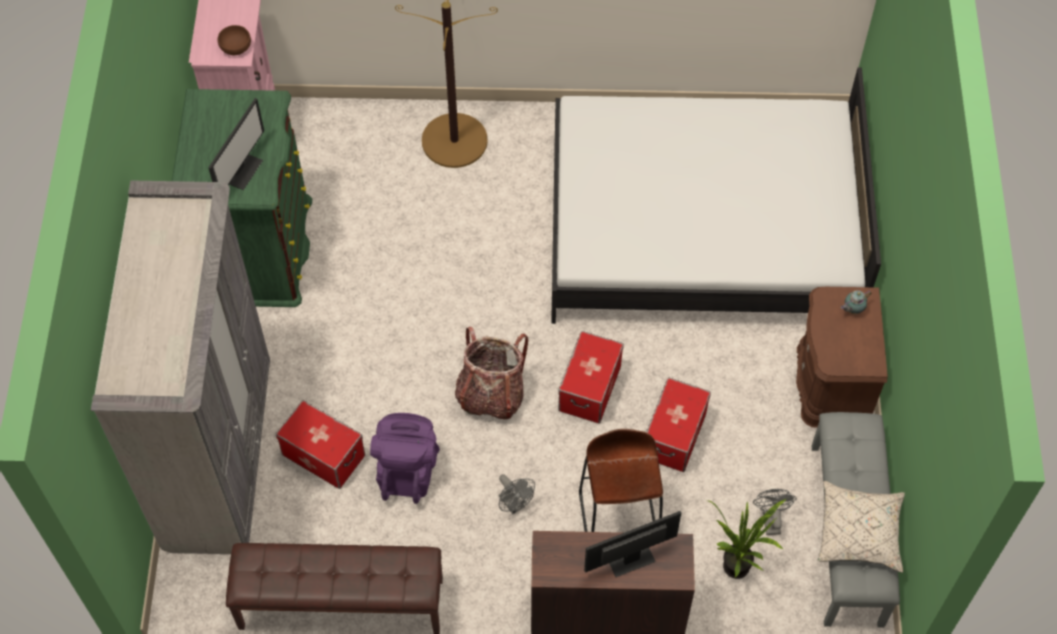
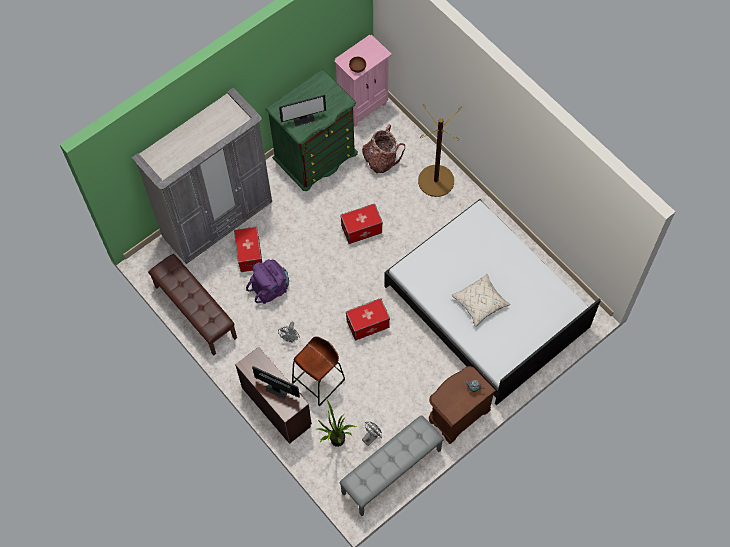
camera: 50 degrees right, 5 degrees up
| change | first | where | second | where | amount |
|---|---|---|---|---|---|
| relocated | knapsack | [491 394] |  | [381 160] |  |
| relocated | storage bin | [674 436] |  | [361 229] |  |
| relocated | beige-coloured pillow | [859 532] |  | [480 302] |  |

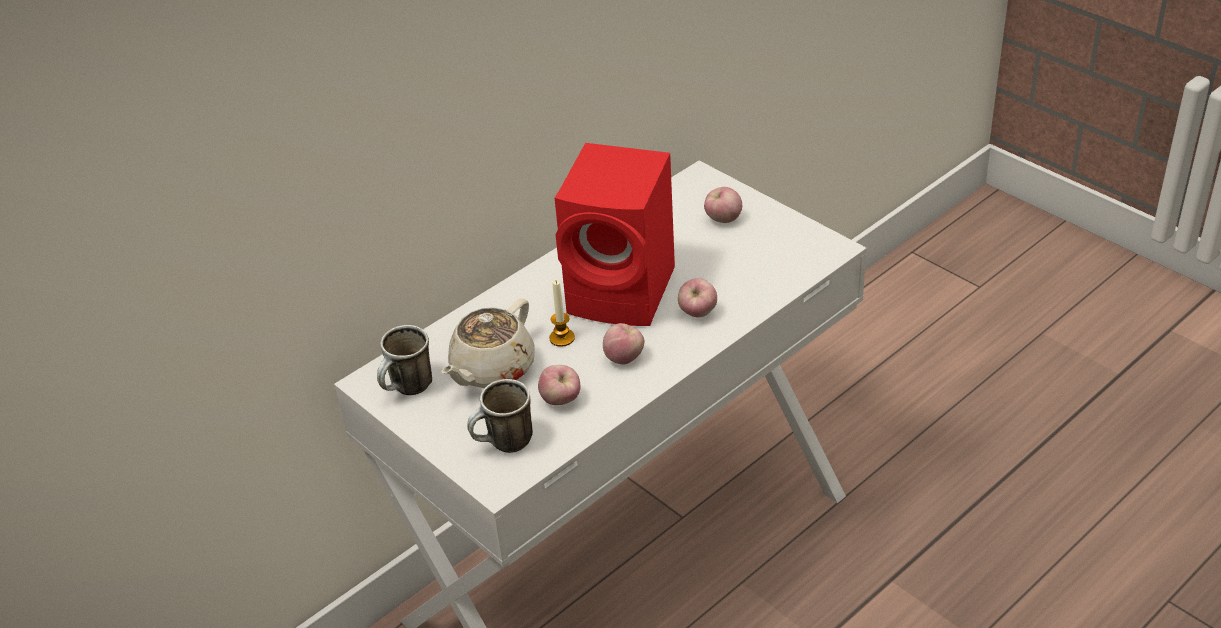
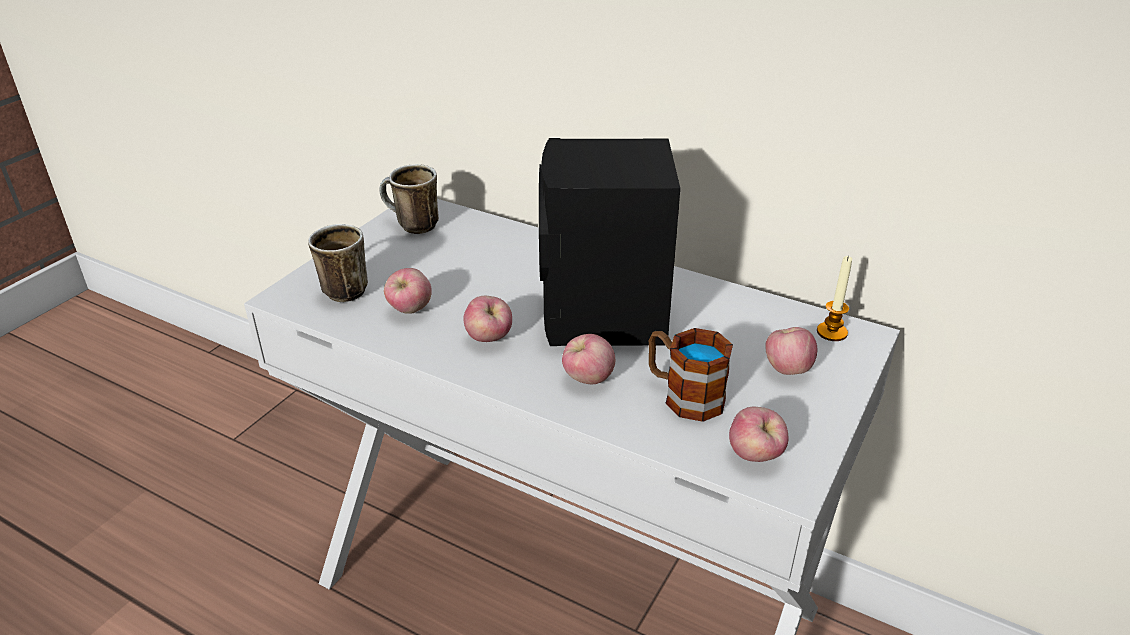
camera: 70 degrees right, 5 degrees down
| change | first | where | second | where | amount |
|---|---|---|---|---|---|
| missing | beige-coloured teapot | [491 370] |  |  |  |
| relocated | wax candle | [562 338] |  | [831 332] |  |
| colour | red loudspeaker | [625 292] | black loudspeaker | [604 319] |  |
| appeared |  |  | mug | [683 395] |  |
| appeared |  |  | apple fruit | [755 456] |  |

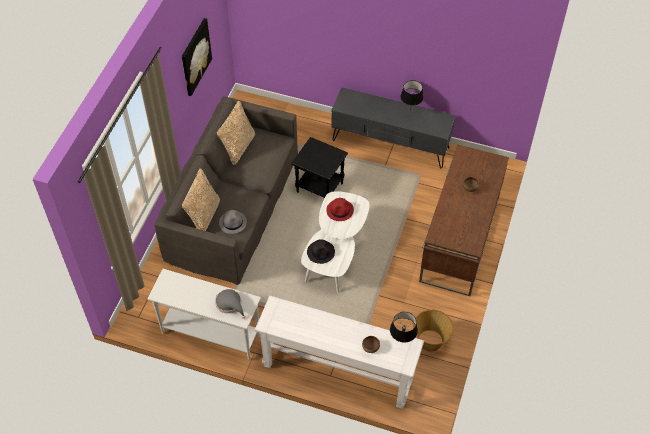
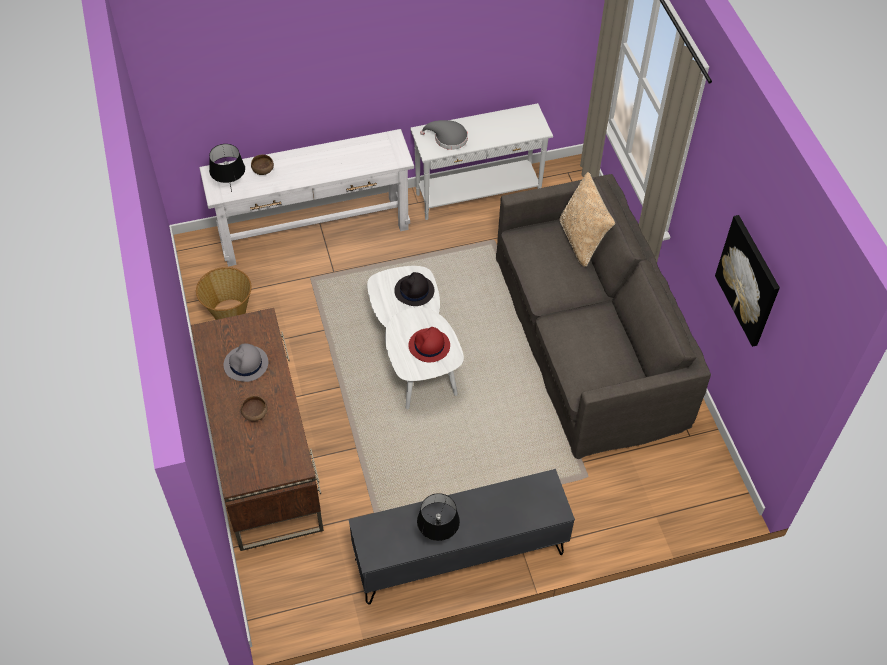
camera: 145 degrees right, 0 degrees up
| change | first | where | second | where | amount |
|---|---|---|---|---|---|
| missing | beige-coloured pillow | [238 147] |  |  |  |
| relocated | gray wearable hat | [233 222] |  | [246 364] |  |
| missing | black end table | [320 187] |  |  |  |

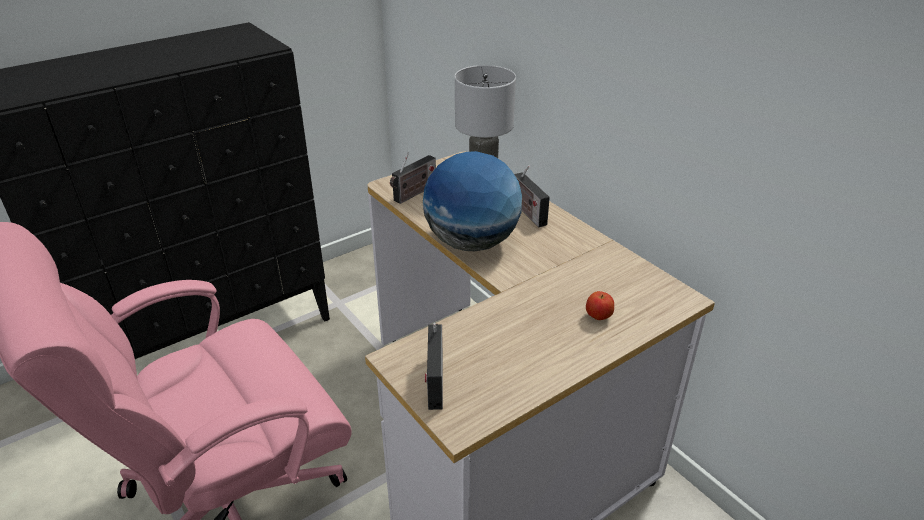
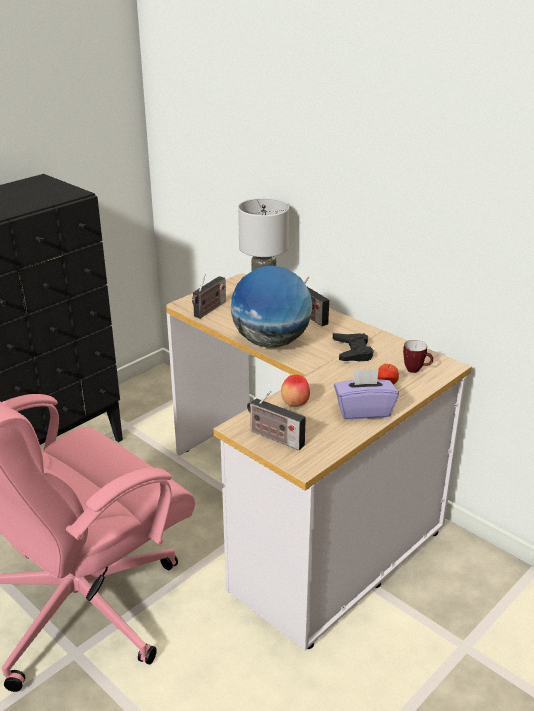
camera: 10 degrees left, 5 degrees down
| change | first | where | second | where | amount |
|---|---|---|---|---|---|
| spun | radio set | [434 379] |  | [274 437] | 45 degrees counterclockwise |
| appeared |  |  | apple fruit | [295 404] |  |
| appeared |  |  | black gamepad | [352 351] |  |
| appeared |  |  | purplish box of tissues | [363 410] |  |
| appeared |  |  | mug | [416 370] |  |

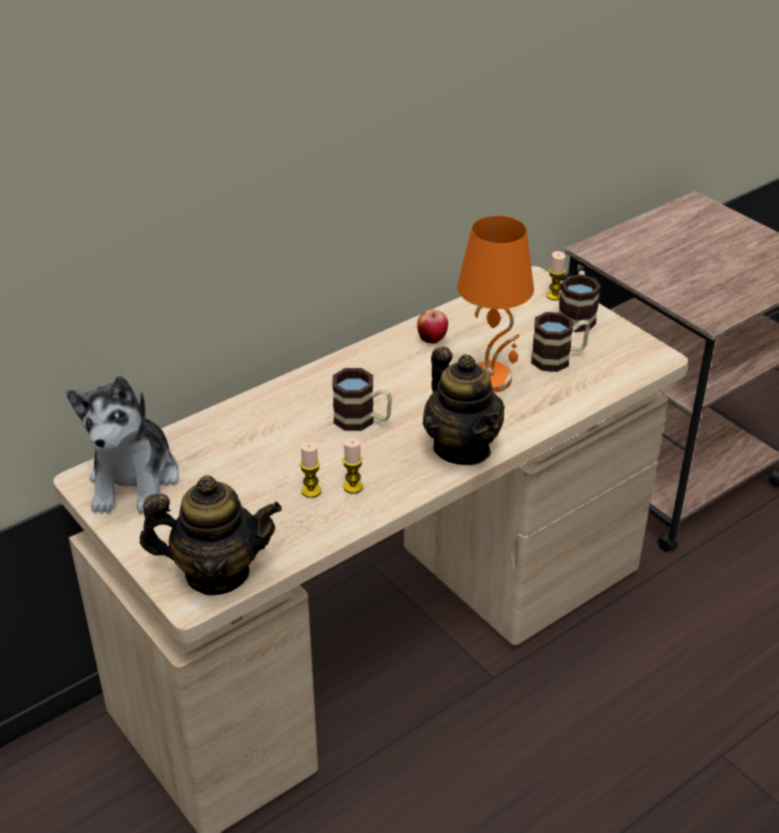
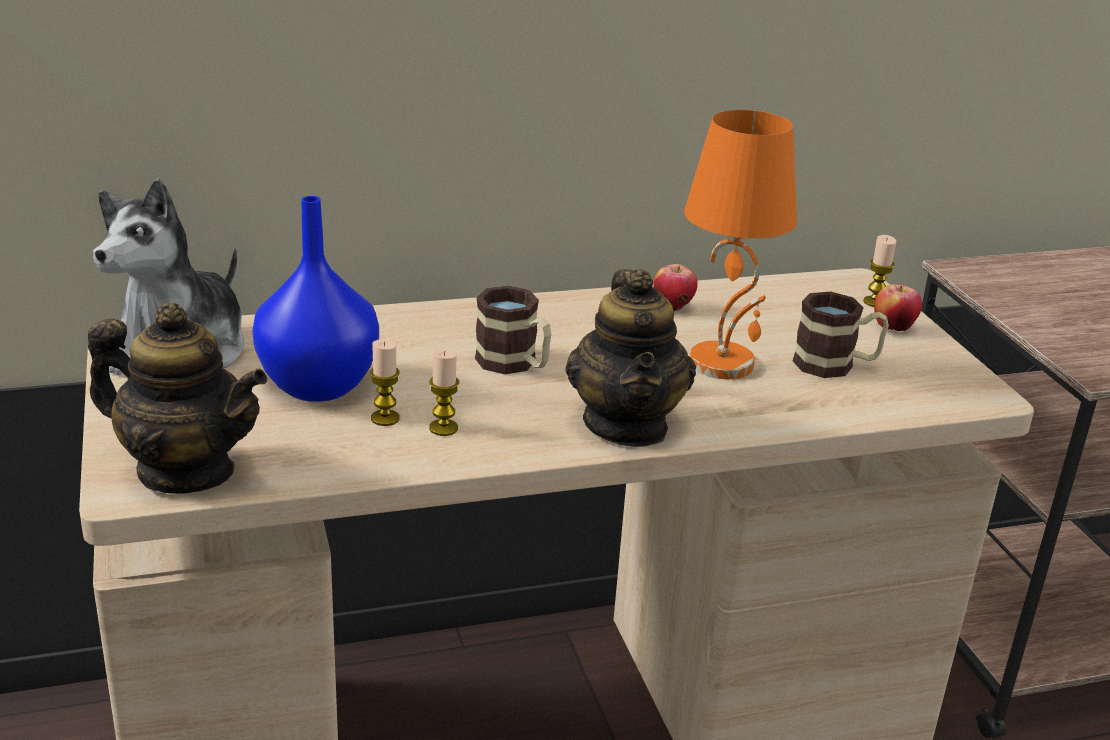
camera: 20 degrees right, 10 degrees down
| change | first | where | second | where | amount |
|---|---|---|---|---|---|
| exchanged | mug | [577 316] | apple fruit | [893 328] |  |
| appeared |  |  | blue flower vase | [321 385] |  |

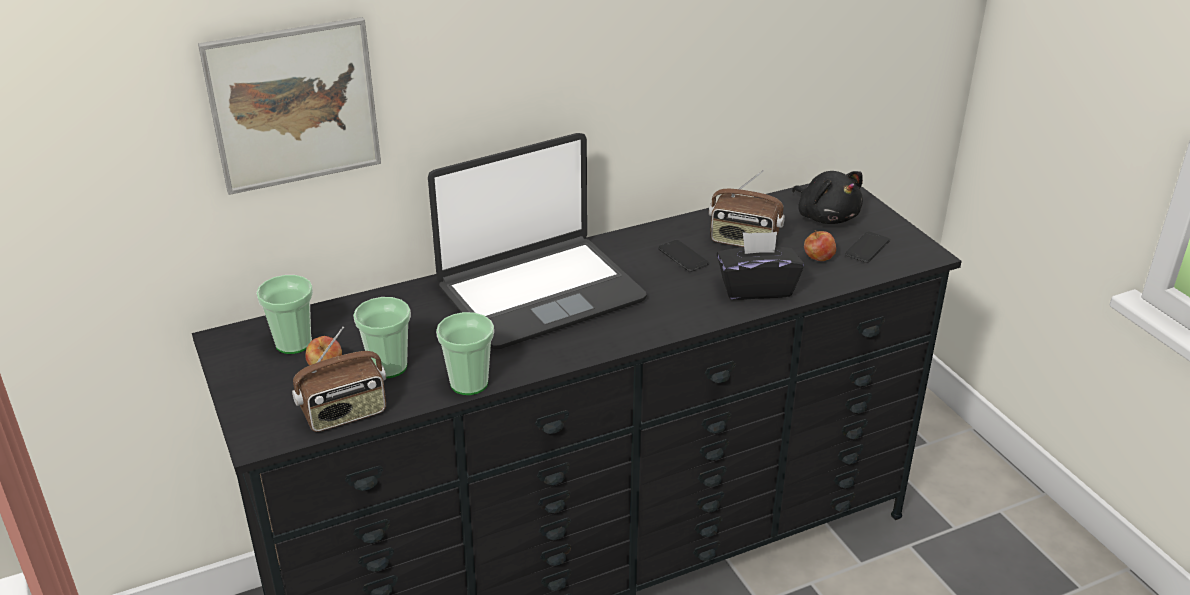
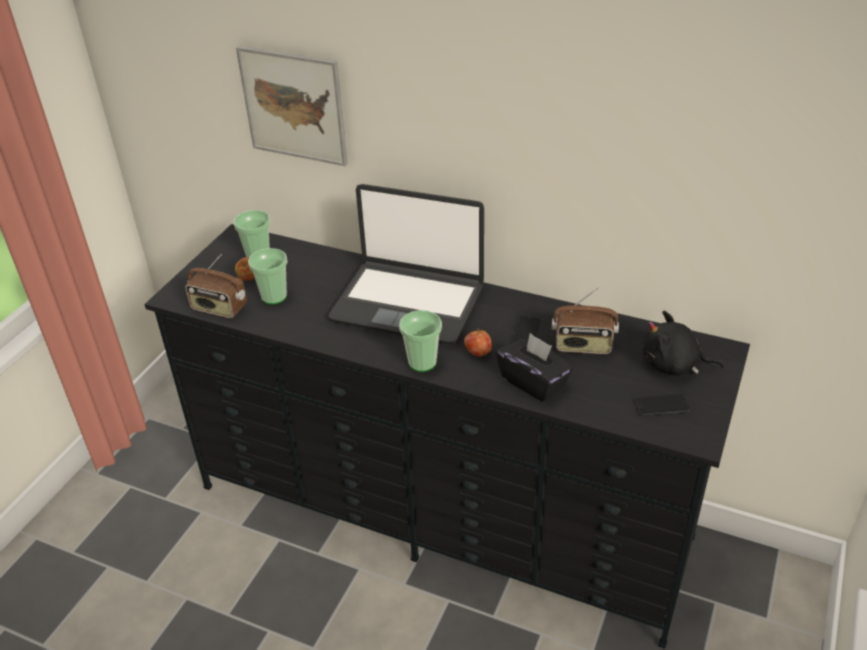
camera: 50 degrees right, 5 degrees up
| change | first | where | second | where | amount |
|---|---|---|---|---|---|
| relocated | cup | [469 383] |  | [422 362] |  |
| spun | radio set | [743 241] |  | [583 346] | 60 degrees counterclockwise |
| spun | black plush toy | [826 216] |  | [674 365] | 90 degrees clockwise |
| relocated | apple fruit | [818 259] |  | [478 353] |  |

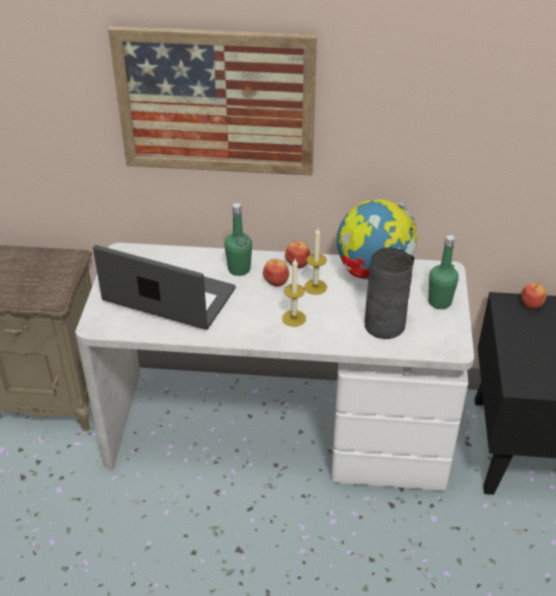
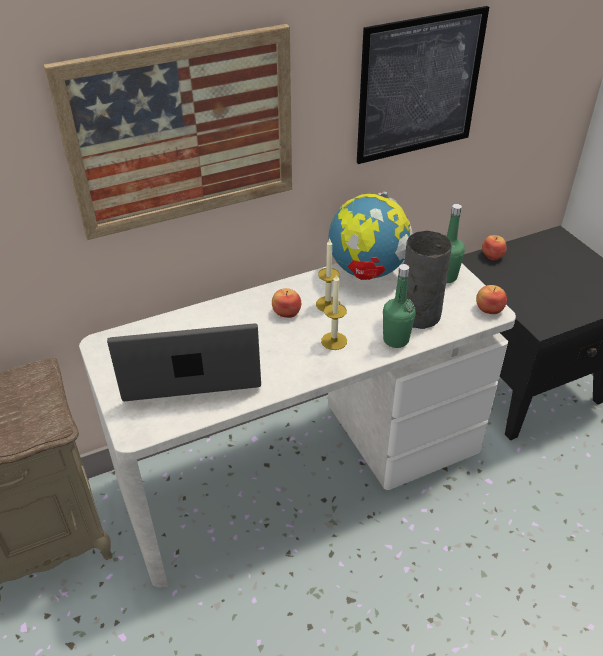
camera: 30 degrees left, 0 degrees up
| change | first | where | second | where | amount |
|---|---|---|---|---|---|
| relocated | green-coloured bottle | [239 269] |  | [396 340] |  |
| relocated | apple fruit | [298 263] |  | [489 309] |  |
| appeared |  |  | wall picture | [419 86] |  |

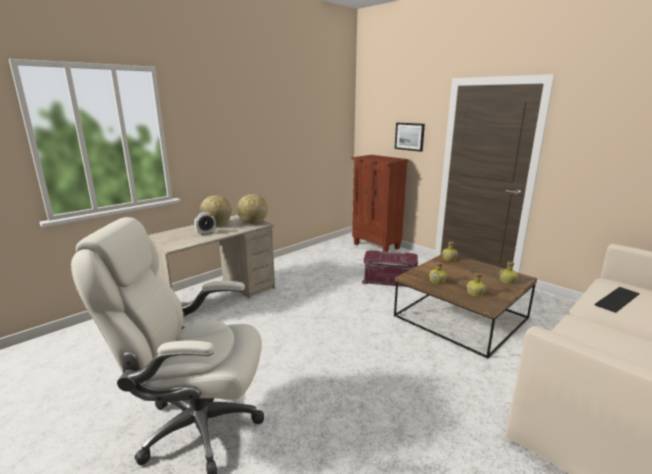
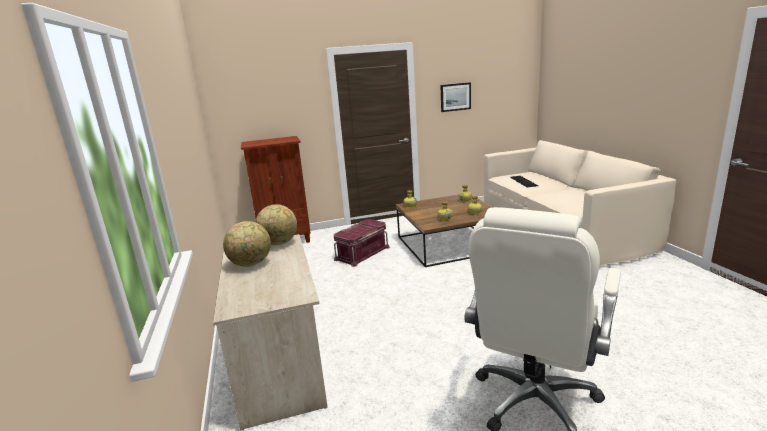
camera: 60 degrees left, 0 degrees up
| change | first | where | second | where | amount |
|---|---|---|---|---|---|
| missing | alarm clock | [206 233] |  |  |  |
| relocated | wall picture | [409 136] |  | [455 97] |  |

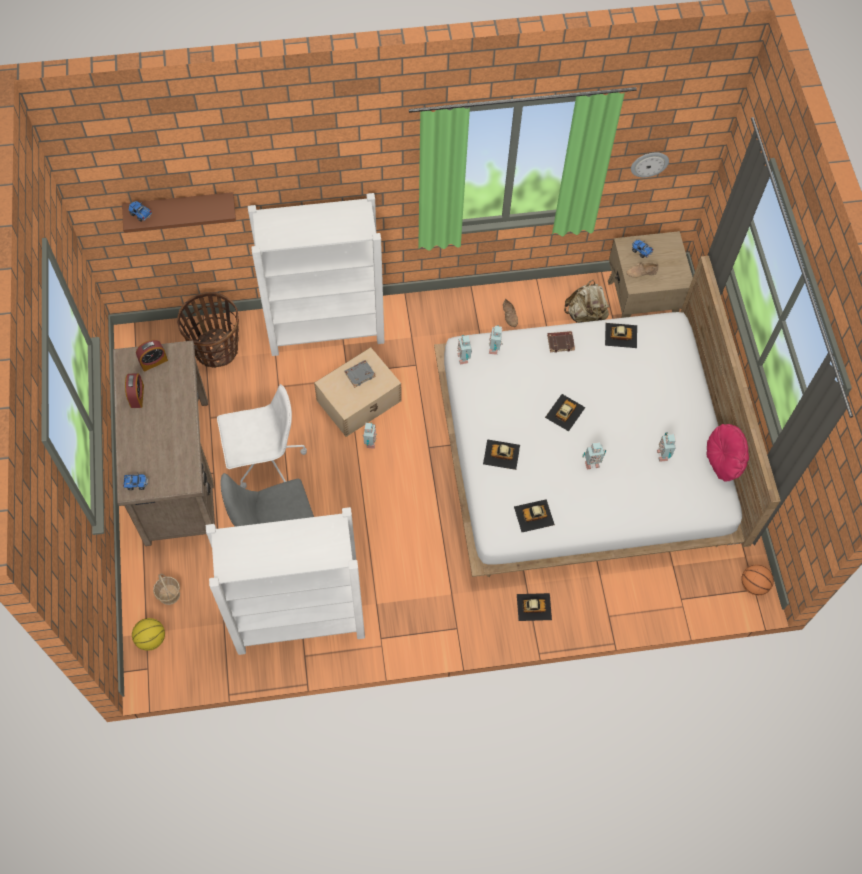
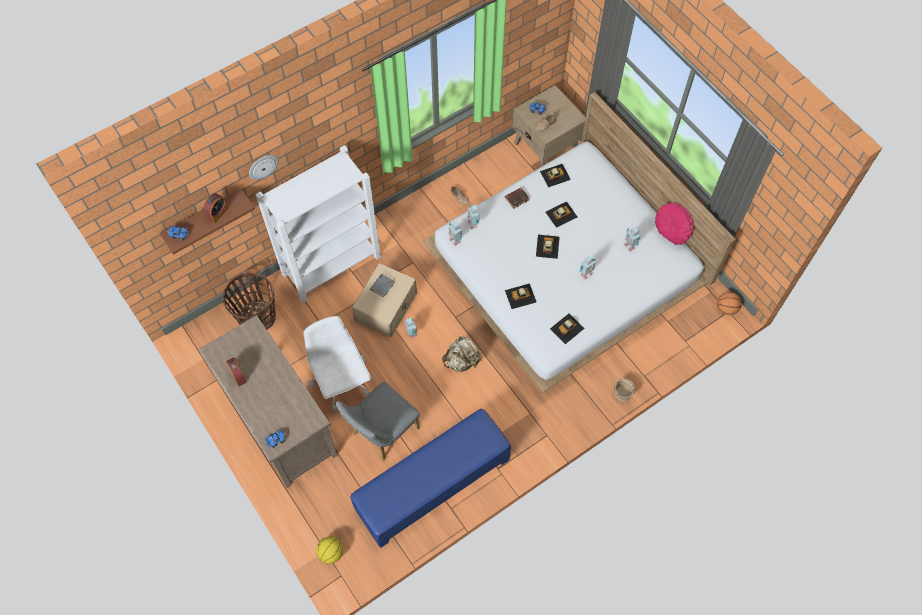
camera: 25 degrees left, 0 degrees up
| change | first | where | second | where | amount |
|---|---|---|---|---|---|
| relocated | alarm clock | [153 361] |  | [218 213] |  |
| relocated | storage basket | [169 594] |  | [623 393] |  |
| exchanged | whitish bookcase | [299 619] | blue long seat | [432 484] |  |
| spun | whitish office chair | [264 462] |  | [342 383] | 75 degrees counterclockwise |
| relocated | model car | [533 606] |  | [561 214] |  |
| relocated | beige-coloured knapsack | [585 315] |  | [462 361] |  |
| relocated | clock on the wall | [649 163] |  | [263 166] |  |

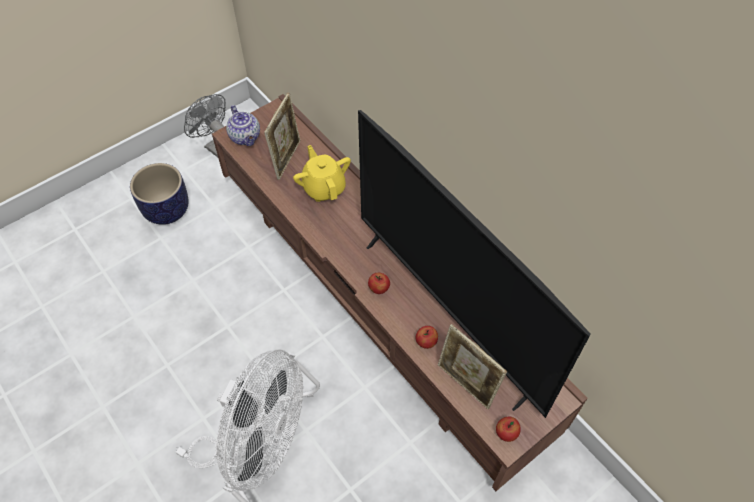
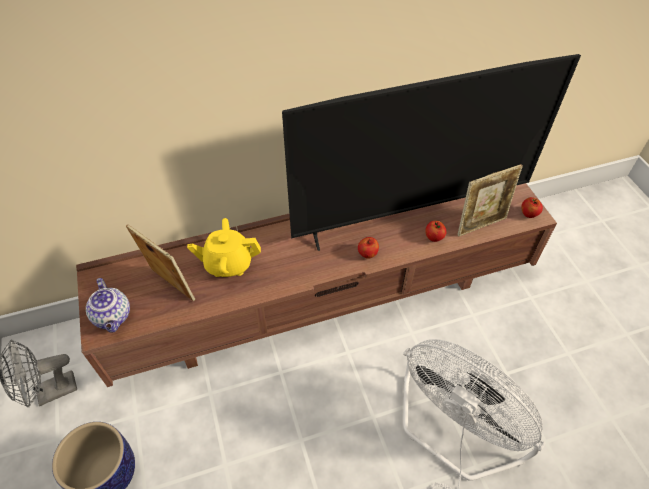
camera: 70 degrees left, 5 degrees down
| change | first | where | second | where | amount |
|---|---|---|---|---|---|
| spun | teapot | [246 137] |  | [113 317] | 75 degrees clockwise |

